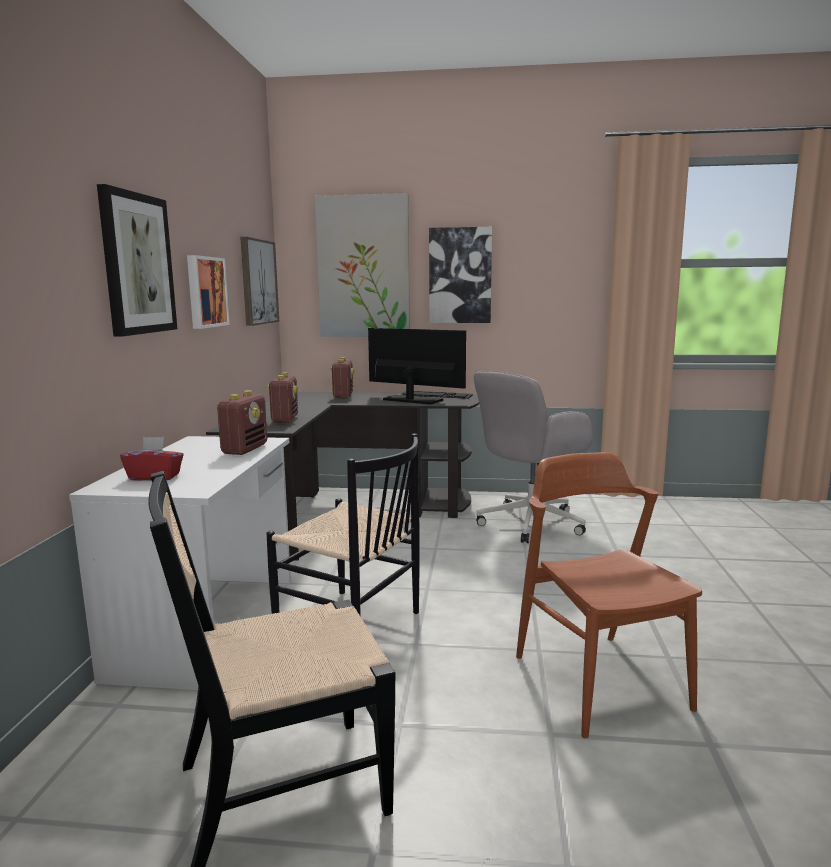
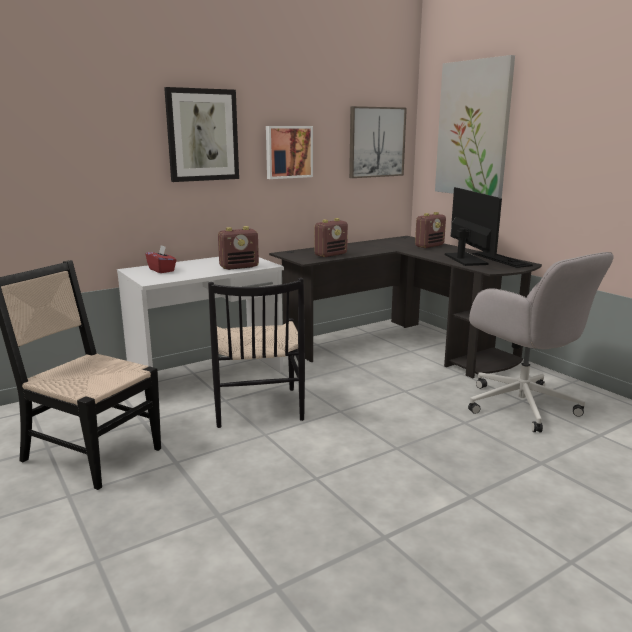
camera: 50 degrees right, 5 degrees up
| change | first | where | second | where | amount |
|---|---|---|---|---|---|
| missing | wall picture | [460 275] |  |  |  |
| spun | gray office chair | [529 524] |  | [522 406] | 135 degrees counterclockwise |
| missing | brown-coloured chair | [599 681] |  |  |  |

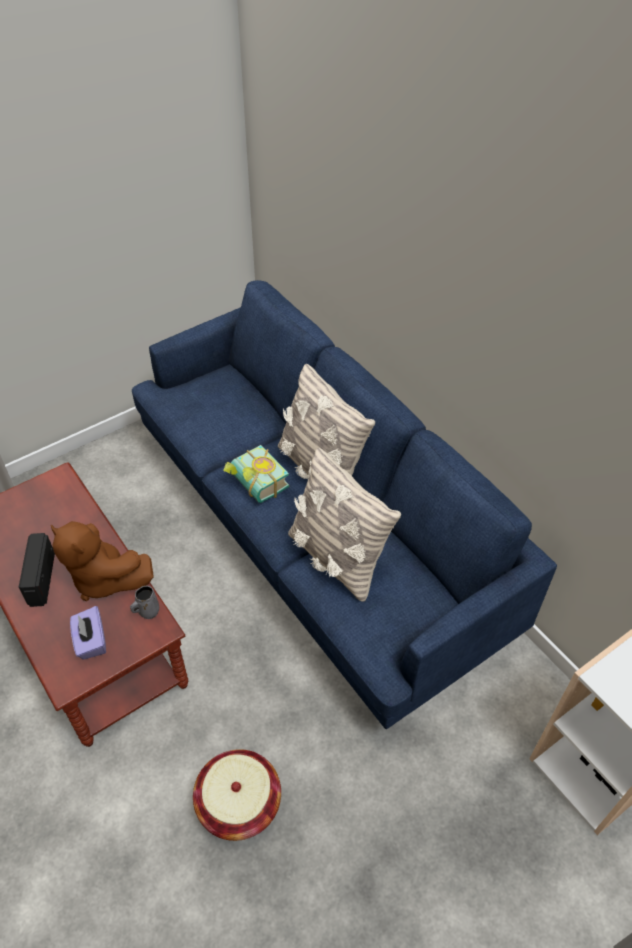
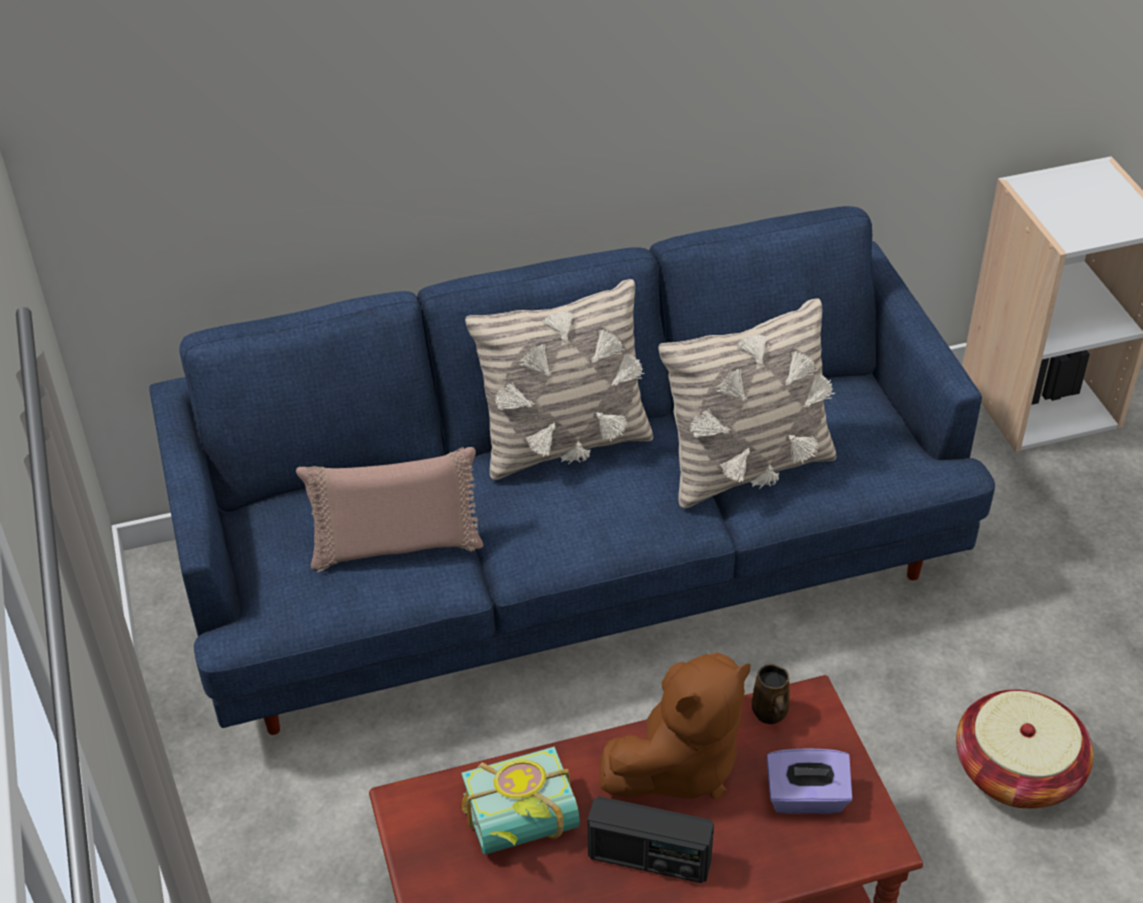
camera: 70 degrees left, 5 degrees down
| change | first | where | second | where | amount |
|---|---|---|---|---|---|
| colour | gray mug | [148 611] | brown-coloured mug | [770 713] |  |
| relocated | bound book | [254 485] |  | [524 828] |  |
| appeared |  |  | beige-coloured pillow | [396 546] |  |

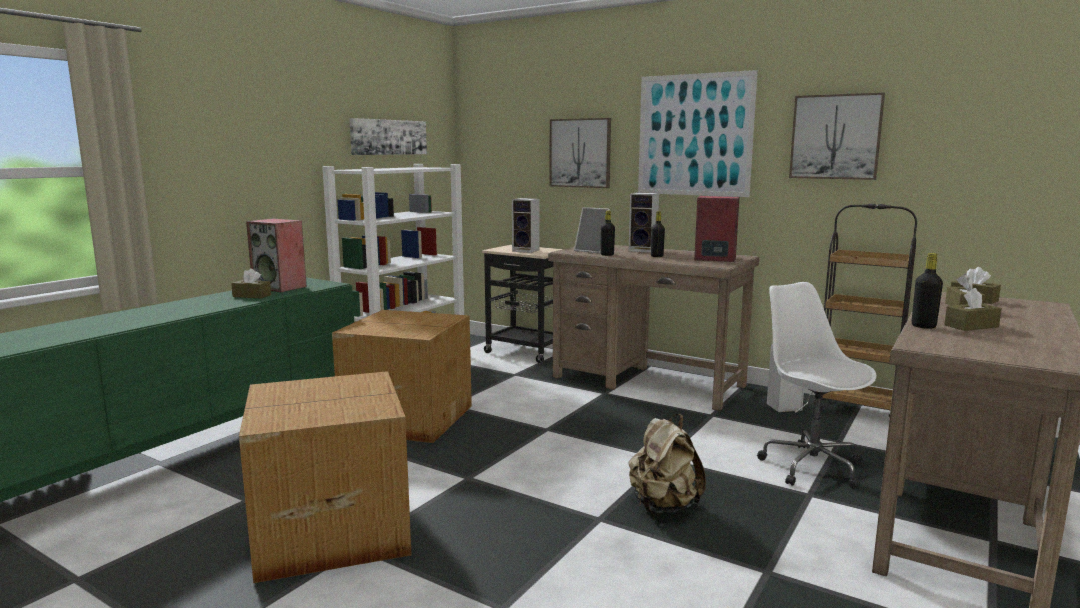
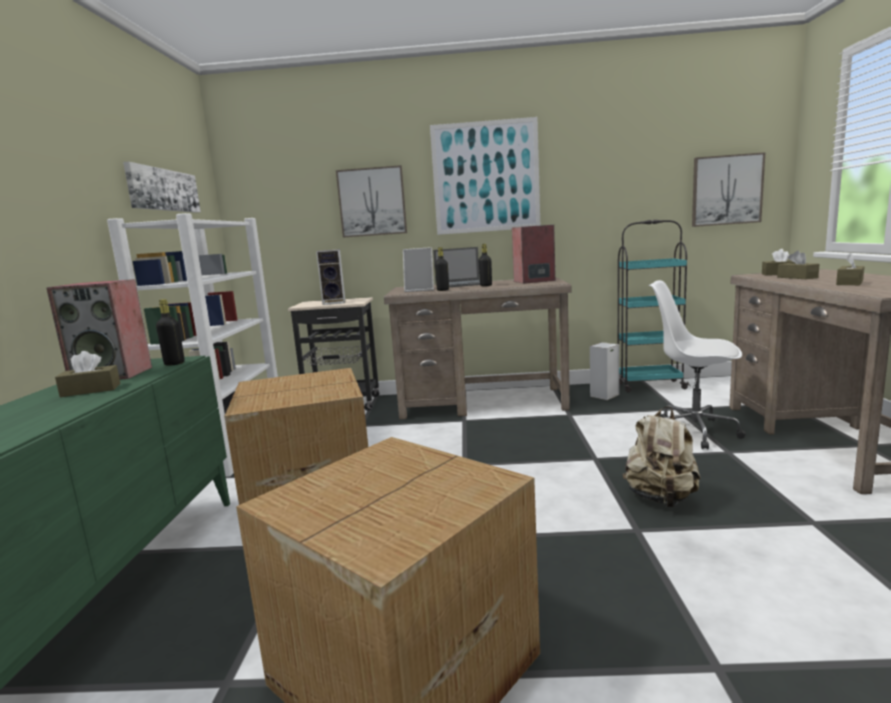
camera: 30 degrees left, 0 degrees up
| change | first | where | second | where | amount |
|---|---|---|---|---|---|
| exchanged | loudspeaker | [644 250] | laptop | [460 284] |  |
| relocated | wall picture | [835 137] |  | [726 190] |  |
| colour | brown-coloured trolley | [856 411] | turquoise trolley | [650 386] |  |
| relocated | black bottle | [923 326] |  | [174 363] |  |

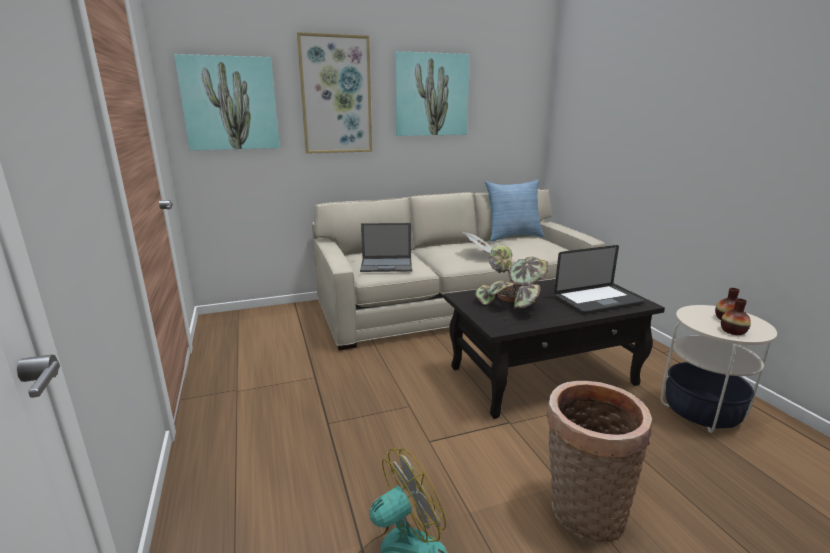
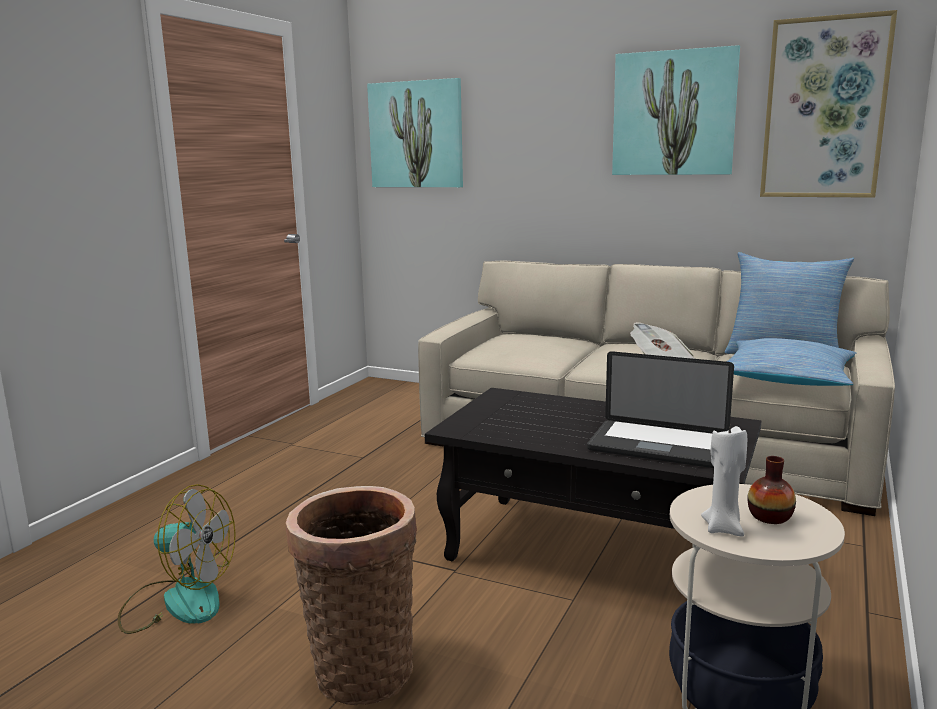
camera: 45 degrees right, 5 degrees down
| change | first | where | second | where | amount |
|---|---|---|---|---|---|
| relocated | wall picture | [336 95] |  | [824 109] |  |
| missing | laptop | [387 265] |  |  |  |
| missing | potted plant | [512 304] |  |  |  |
| exchanged | flower vase | [733 331] | whitish wax candle | [723 528] |  |
| appeared |  |  | pillow | [786 378] |  |

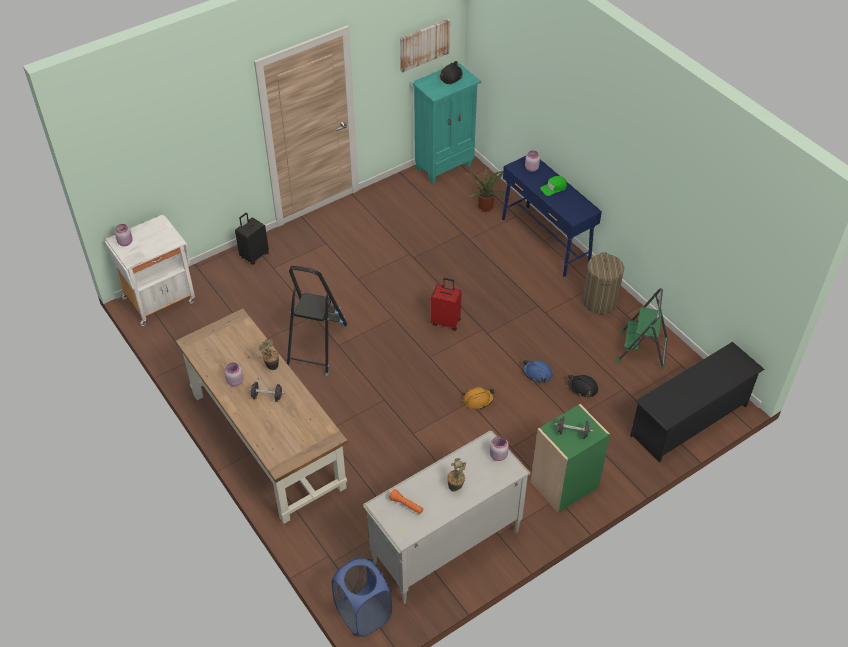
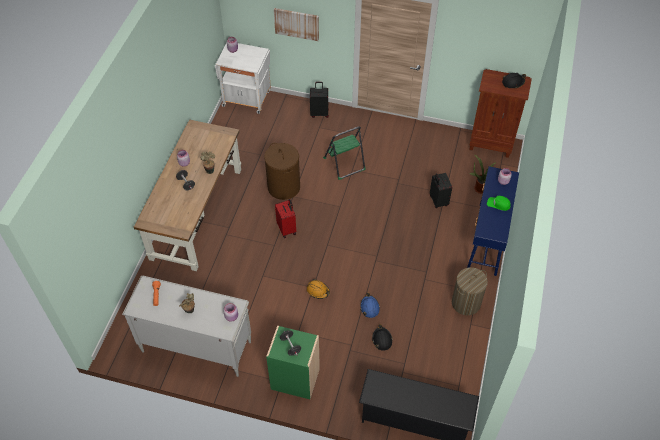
camera: 50 degrees right, 5 degrees up
| change | first | where | second | where | amount |
|---|---|---|---|---|---|
| exchanged | black stepladder | [318 345] | brown-coloured hamper | [283 187] |  |
| missing | blue hamper | [363 614] |  |  |  |
| relocated | wall picture | [424 44] |  | [296 23] |  |
| colour | turquoise cabinet | [444 168] | brown-coloured cabinet | [490 146] |  |
| relocated | red piece of luggage | [446 321] |  | [287 229] |  |
| relocated | green-coloured stepladder | [644 350] |  | [344 164] |  |
| appeared |  |  | black piece of luggage | [438 201] |  |

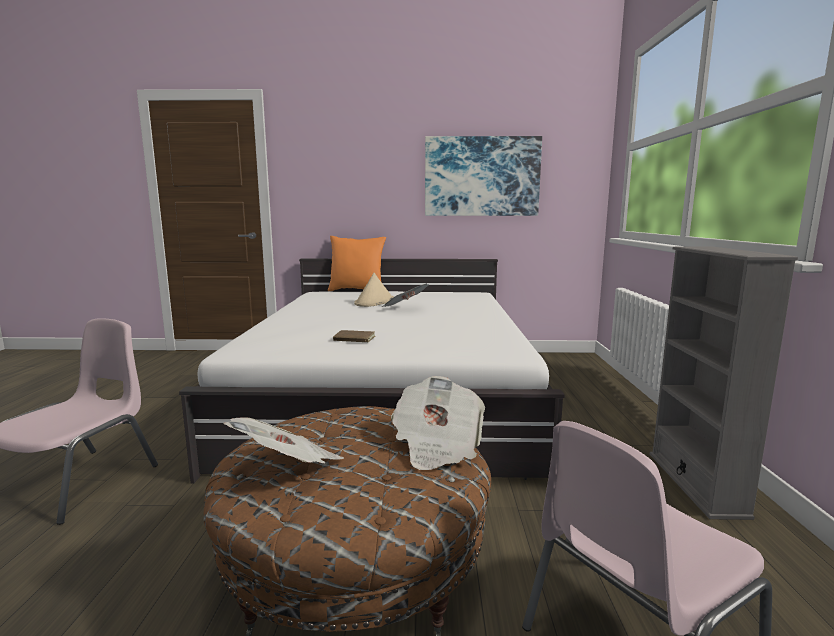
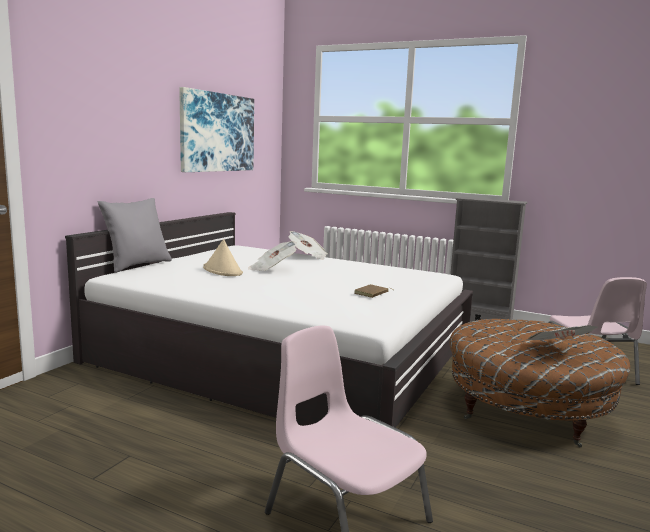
camera: 65 degrees left, 0 degrees up
| change | first | where | second | where | amount |
|---|---|---|---|---|---|
| colour | orange pillow | [357 290] | gray pillow | [137 265] |  |
| relocated | daily paper | [437 446] |  | [308 256] |  |

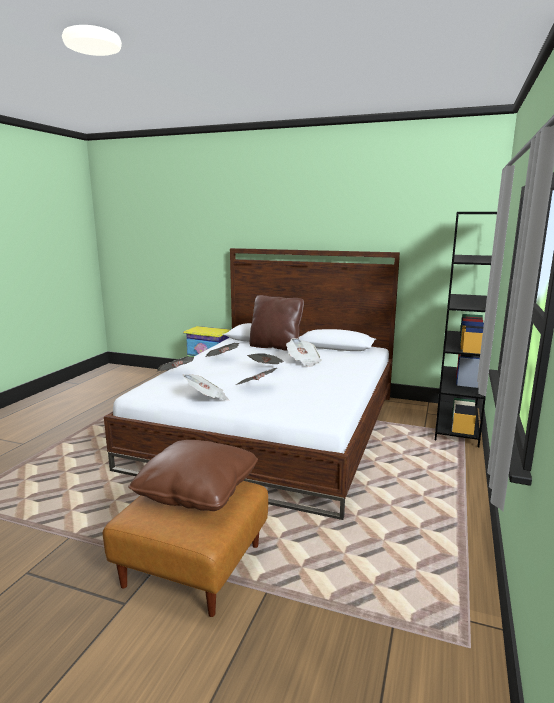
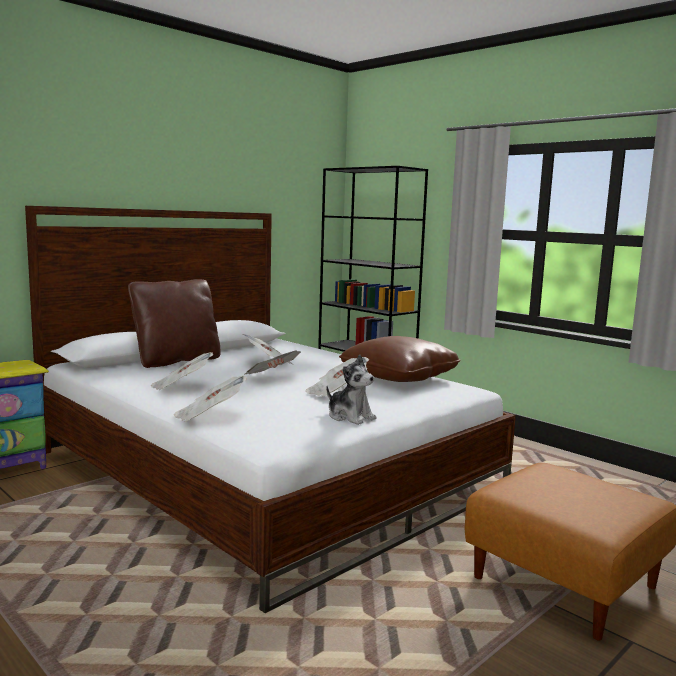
camera: 65 degrees left, 5 degrees down
| change | first | where | second | where | amount |
|---|---|---|---|---|---|
| relocated | brown-coloured pillow | [197 490] |  | [399 377] |  |
| exchanged | daily paper | [207 398] | plush toy | [350 417] |  |

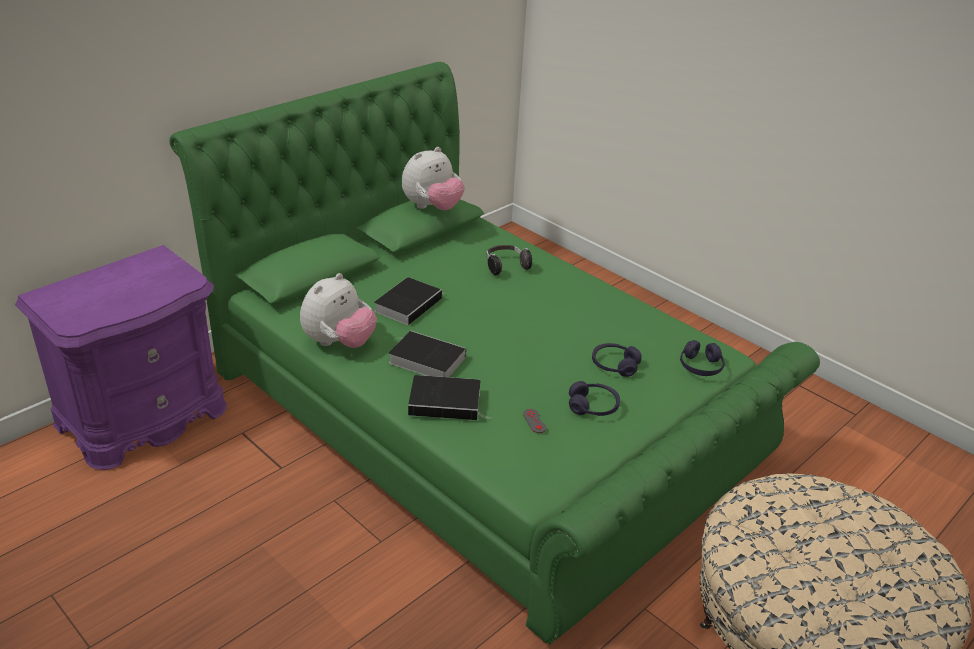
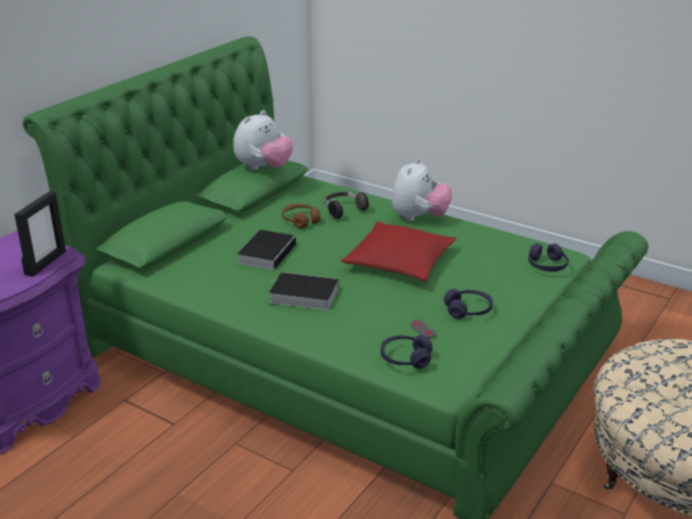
camera: 10 degrees left, 5 degrees down
| change | first | where | second | where | amount |
|---|---|---|---|---|---|
| relocated | plush toy | [339 343] |  | [419 218] |  |
| missing | bound book | [447 402] |  |  |  |
| relocated | purplish headset | [614 366] |  | [405 358] |  |
| appeared |  |  | picture frame | [45 263] |  |
| appeared |  |  | brown-coloured headset | [300 221] |  |
| appeared |  |  | red pillow | [399 262] |  |

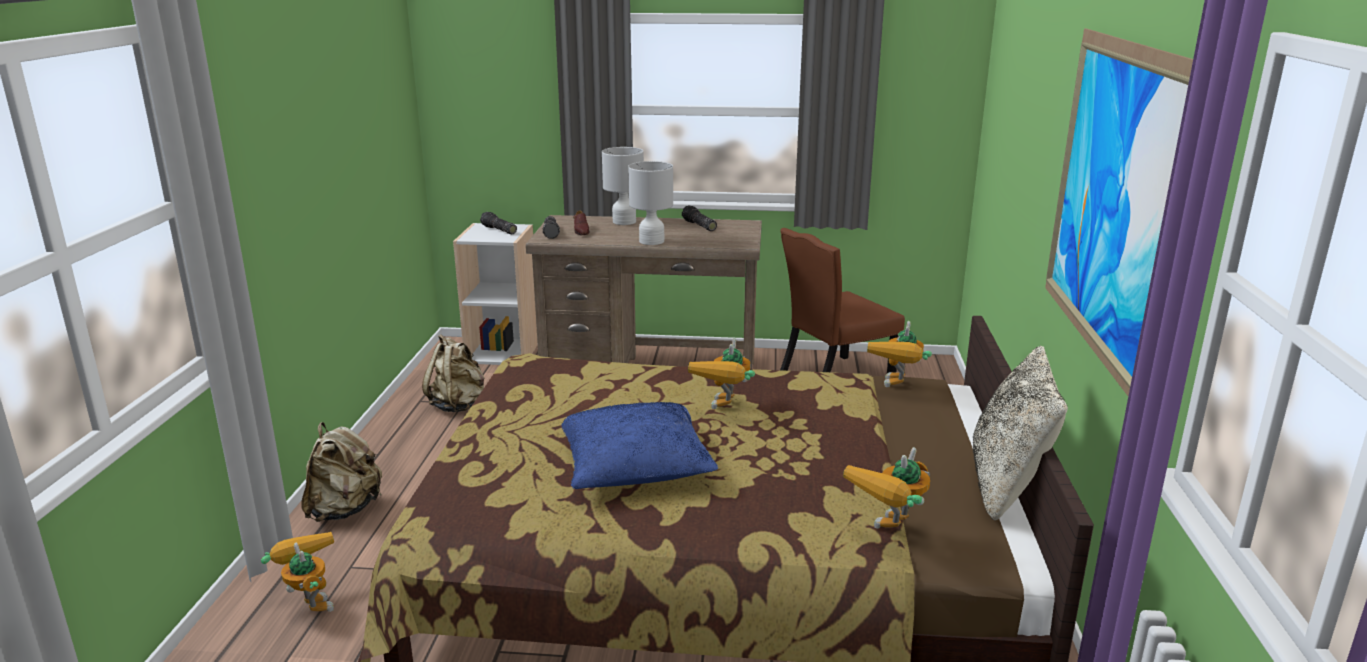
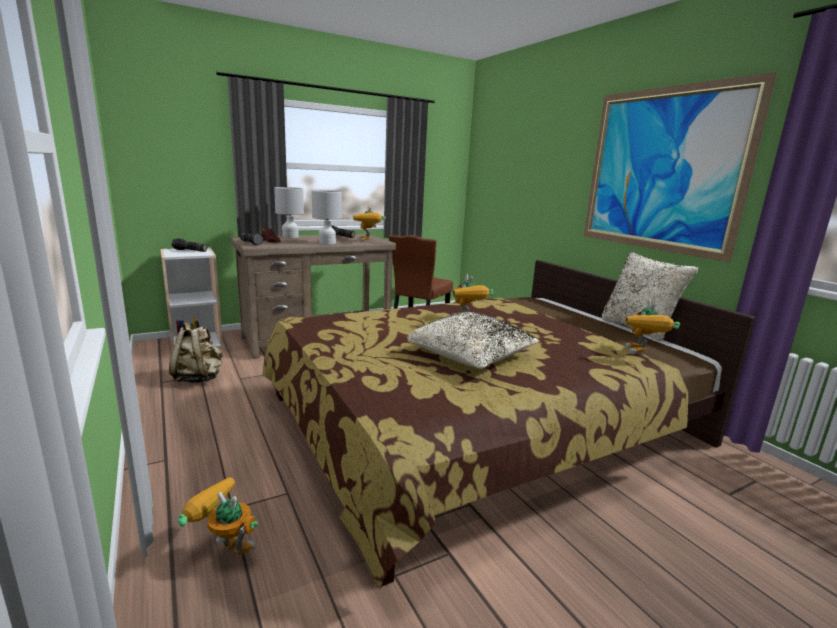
camera: 35 degrees left, 5 degrees down
| change | first | where | second | where | amount |
|---|---|---|---|---|---|
| missing | beige-coloured knapsack | [345 510] |  |  |  |
| colour | blue pillow | [634 464] | beige-coloured pillow | [470 354] |  |
| relocated | toy robot | [898 388] |  | [368 241] |  |

